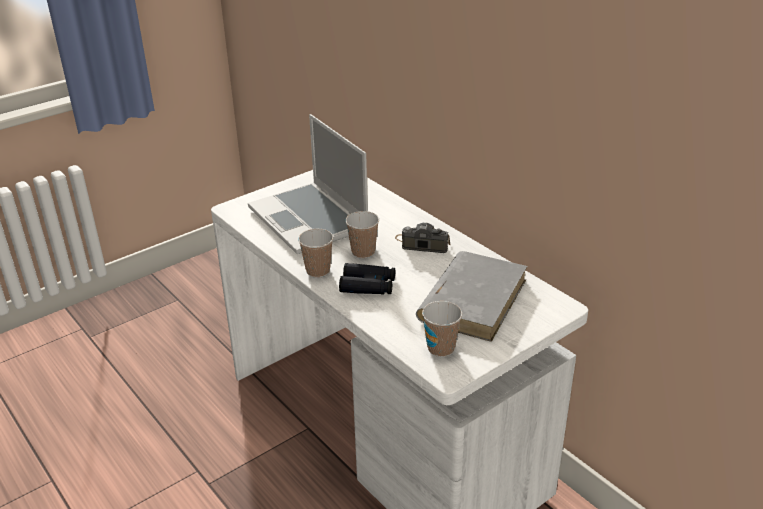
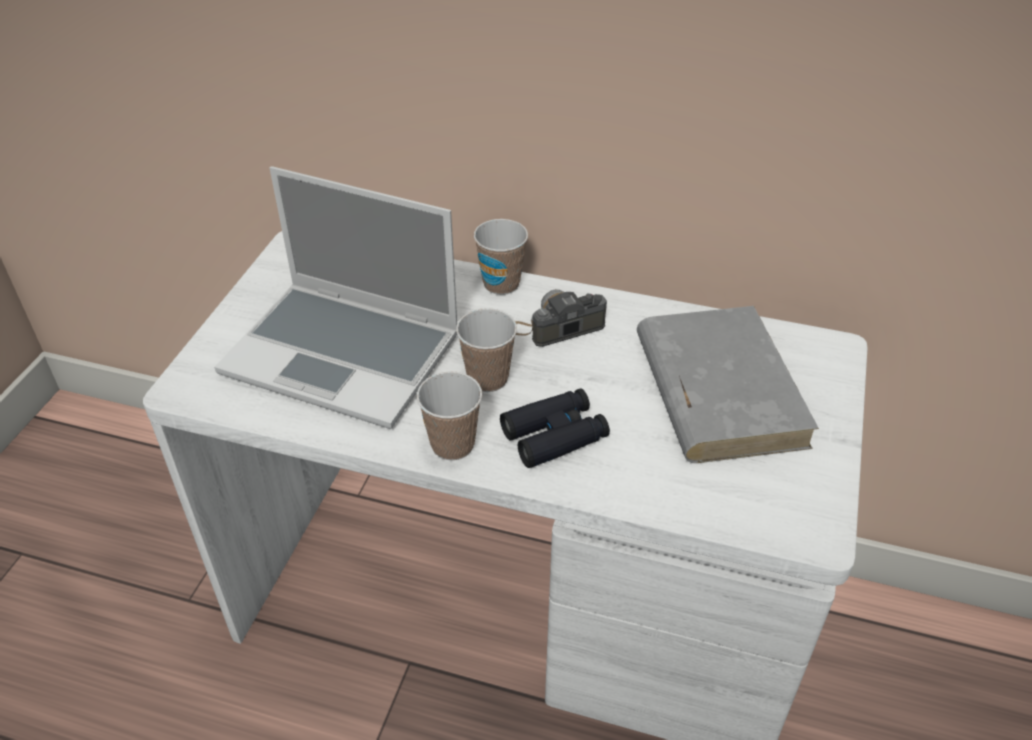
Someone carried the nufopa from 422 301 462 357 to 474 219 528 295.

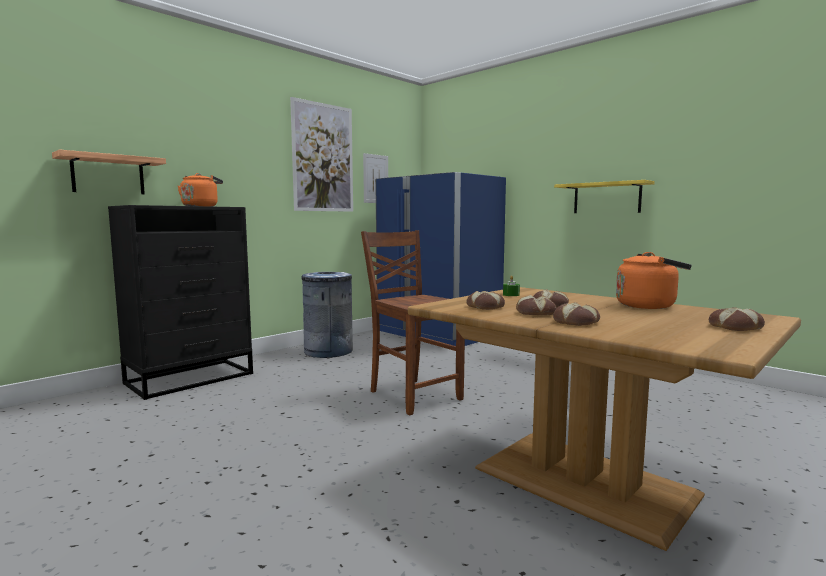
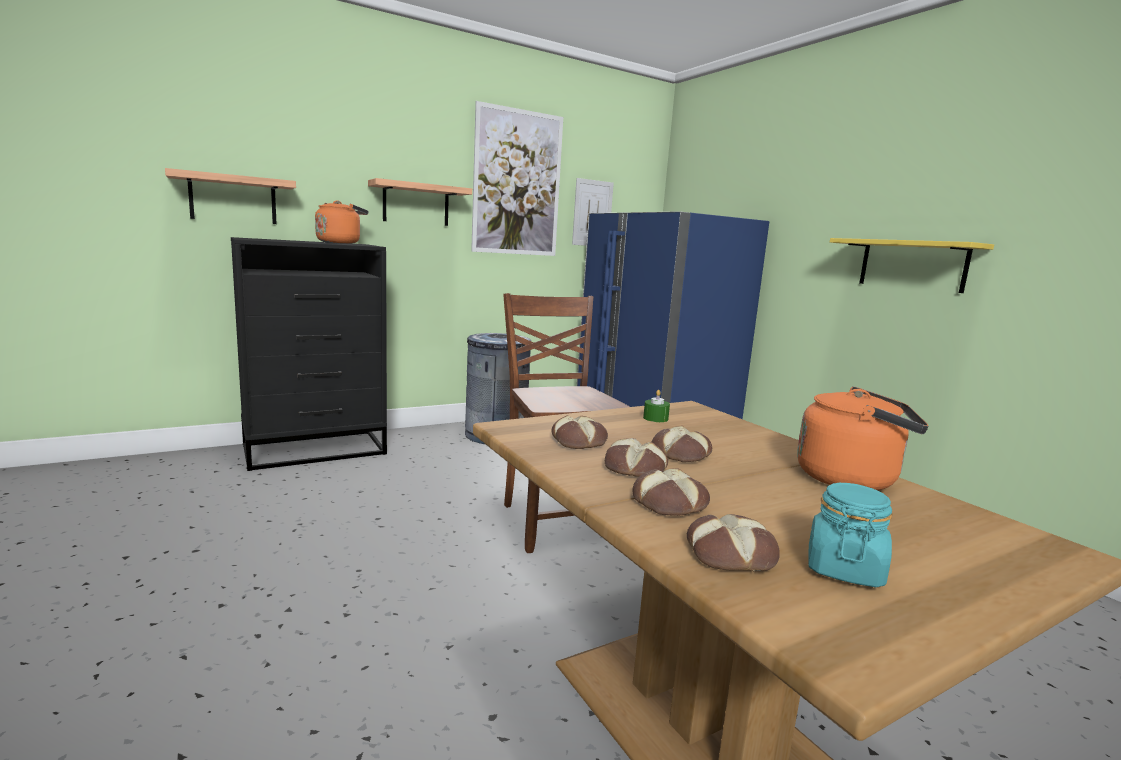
Someone carried the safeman from 709 307 765 331 to 687 514 780 571.
Someone put up the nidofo at 368 178 472 226.
Someone put down the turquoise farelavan at 808 483 893 587.

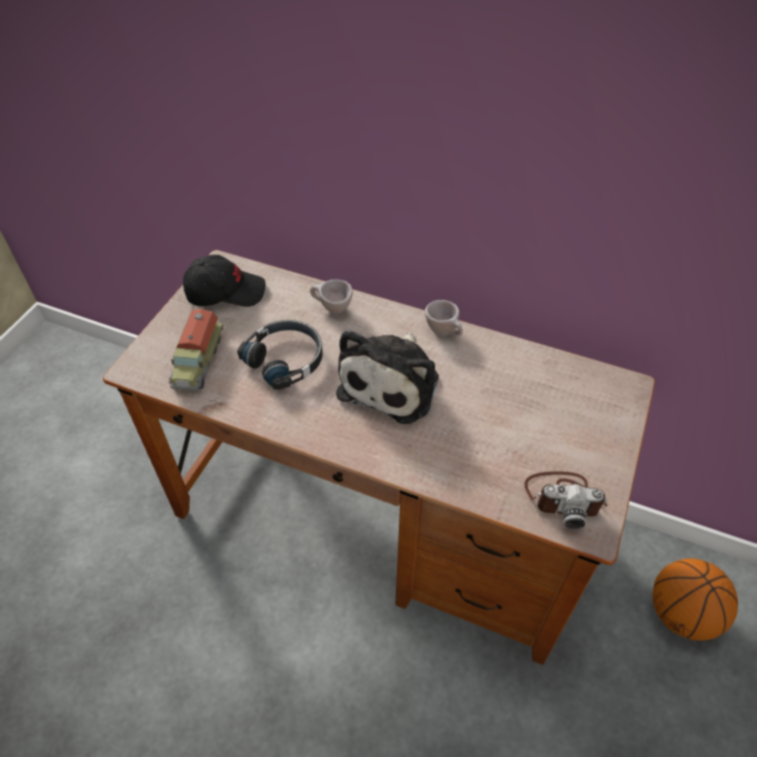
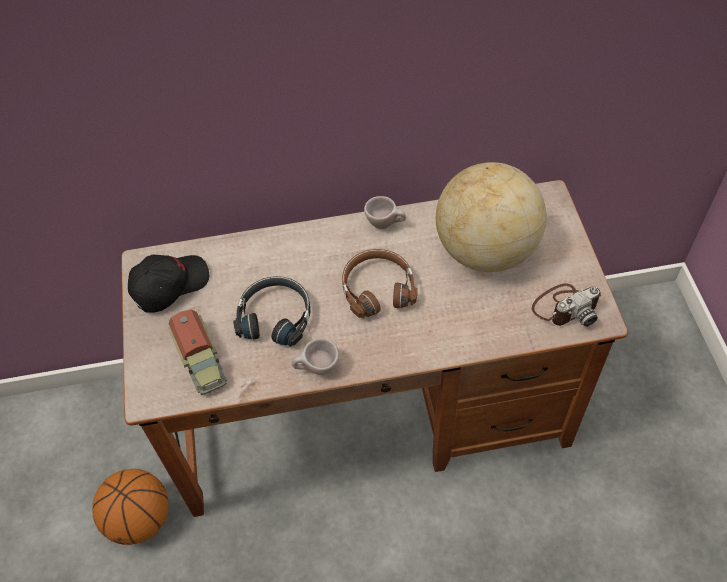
Someone carried the beige nufopa from 310 279 353 314 to 291 338 339 375.
Someone swapped the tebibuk at 336 330 439 424 for the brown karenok at 342 249 418 318.
Someone carried the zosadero from 653 558 738 641 to 92 469 169 545.
Someone put down the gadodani at 436 162 546 272.

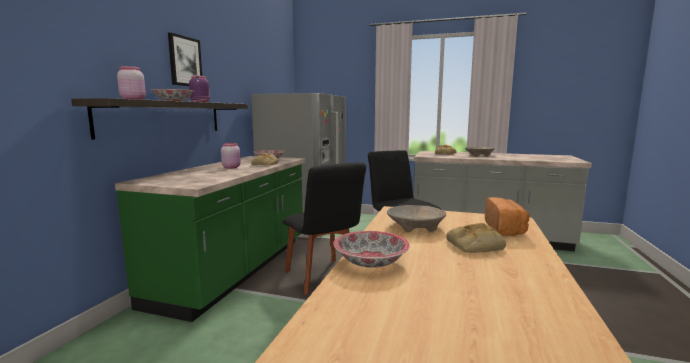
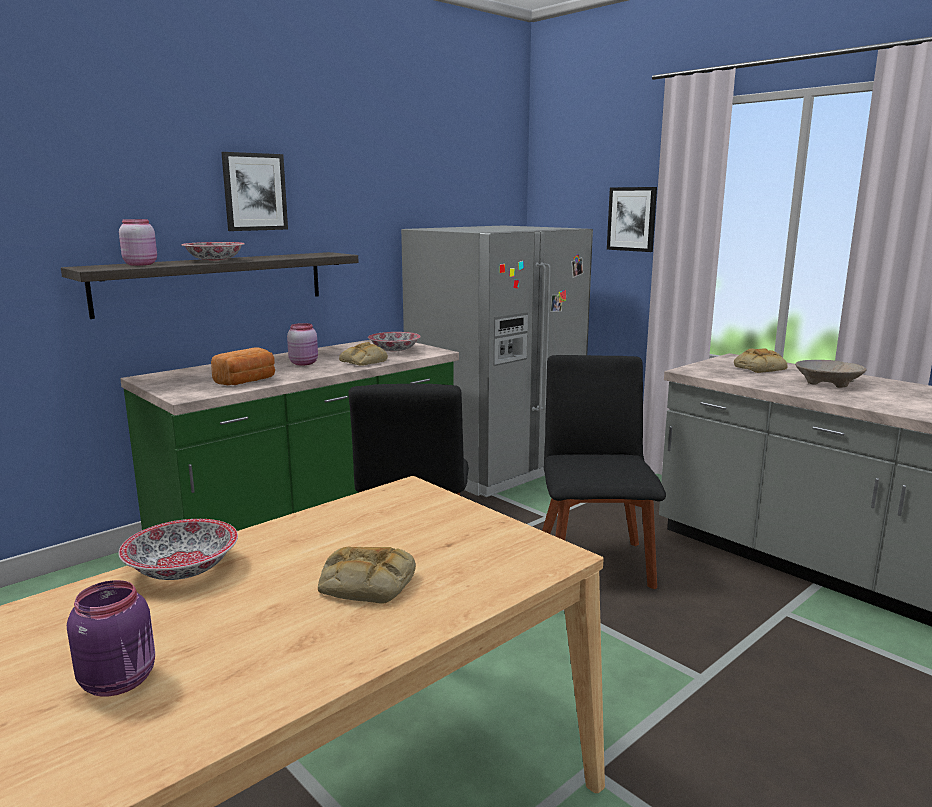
Someone carried the purple farelavan from 189 76 210 102 to 67 580 155 697.
Someone carried the safeman from 485 197 530 236 to 211 347 275 385.
Someone took away the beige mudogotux at 387 205 446 232.
Someone put up the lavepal at 607 187 657 252.

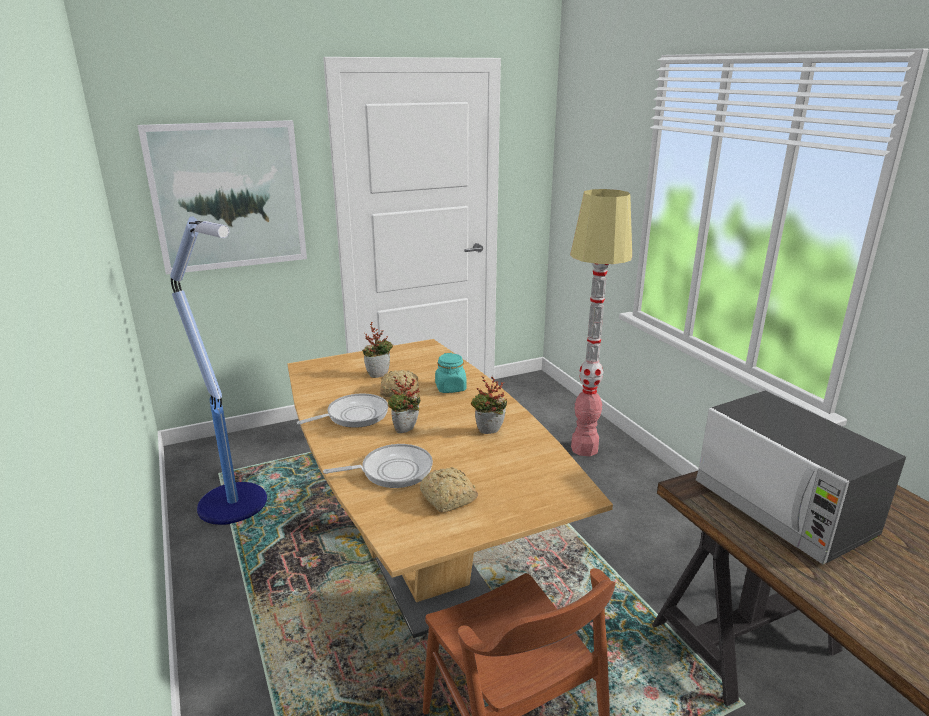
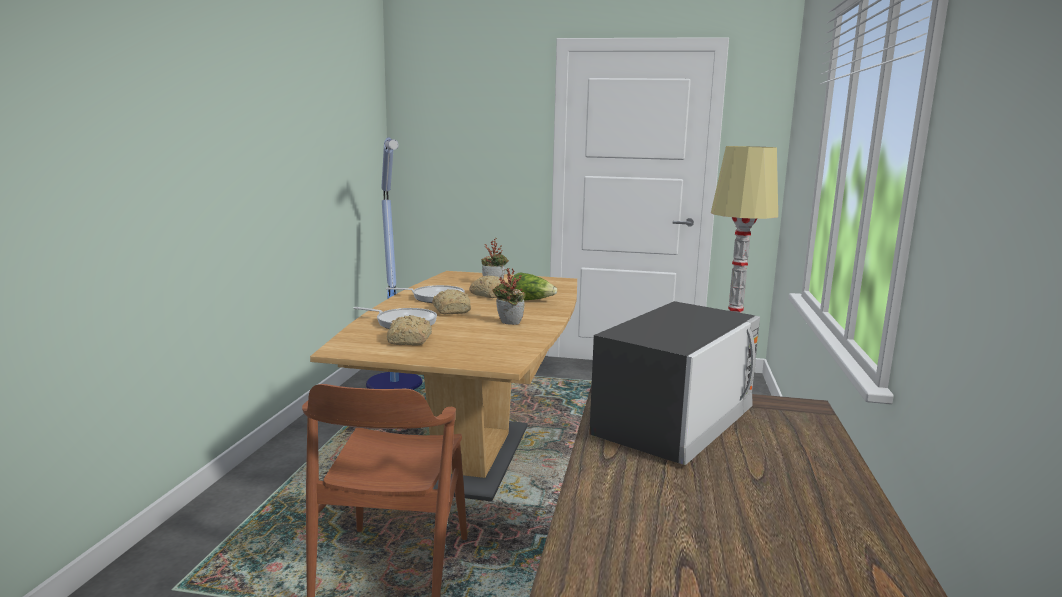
Someone took away the lavepal at 137 120 307 275.
Someone swapped the turquoise farelavan at 435 353 467 393 for the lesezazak at 511 272 557 300.
Someone swapped the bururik at 388 375 420 433 for the safeman at 432 289 471 314.
Someone rotated the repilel at 696 391 906 564 by 150 degrees counterclockwise.

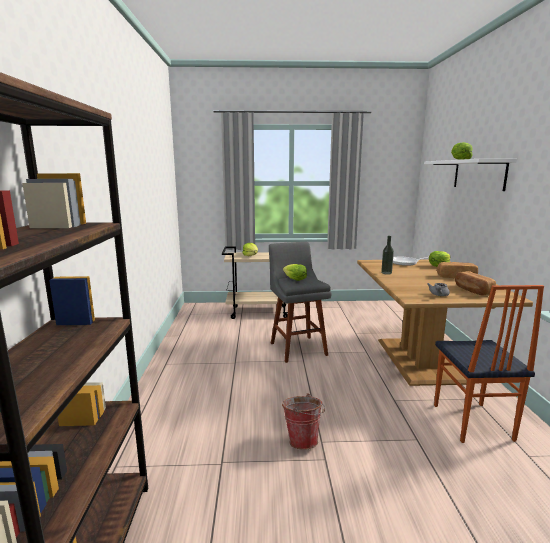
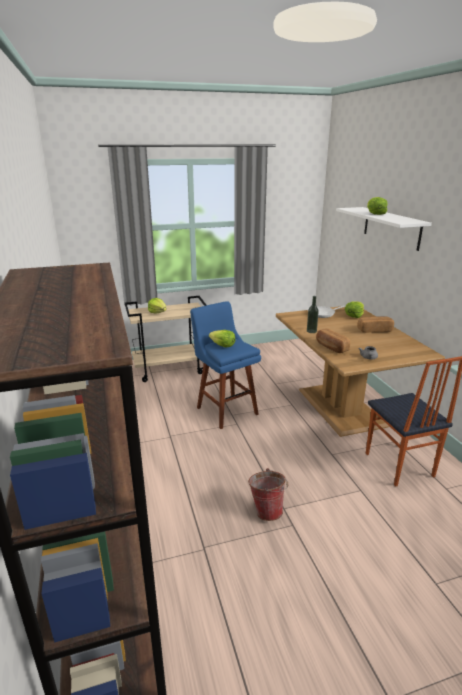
Someone repainted the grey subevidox at 269 242 332 363, which became the blue subevidox at 190 301 261 429.
Someone carried the safeman from 455 271 496 296 to 316 328 350 353.

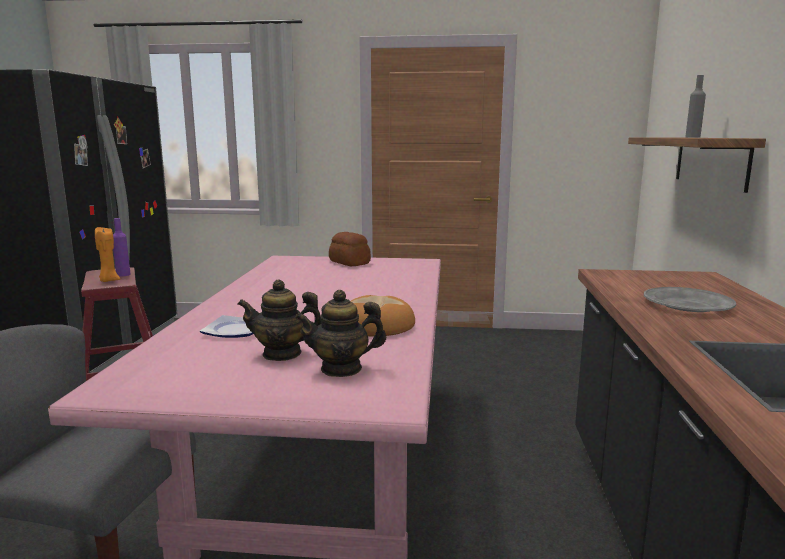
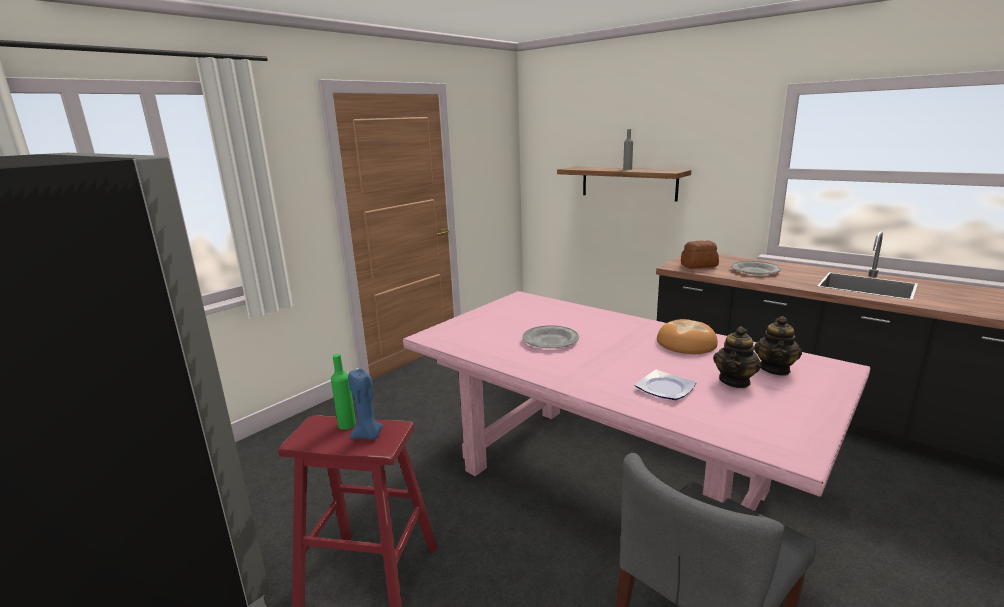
Someone repainted the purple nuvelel at 113 218 131 277, which became the green nuvelel at 331 354 356 430.
Someone repainted the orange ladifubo at 95 227 120 282, which became the blue ladifubo at 348 369 383 440.
Someone carried the safeman from 329 232 371 266 to 681 240 719 268.
Someone put down the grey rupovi at 522 325 579 348.

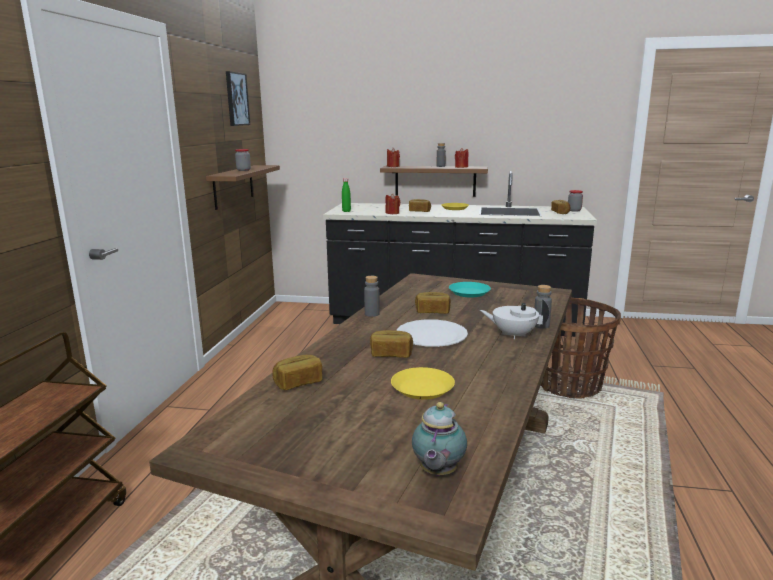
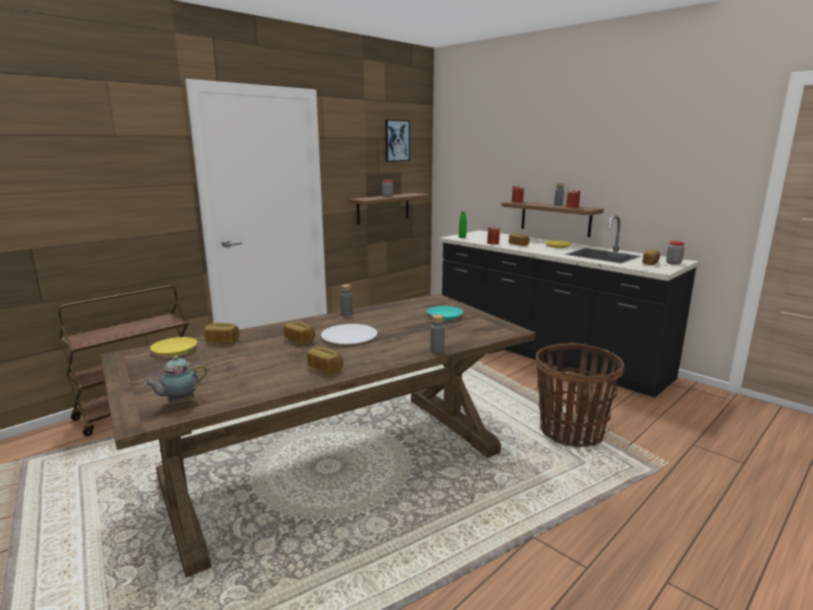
Someone carried the safeman from 415 292 451 314 to 307 347 343 374.
Someone took away the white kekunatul at 480 299 549 339.
Someone carried the yellow rupovi from 391 367 455 400 to 150 337 197 356.

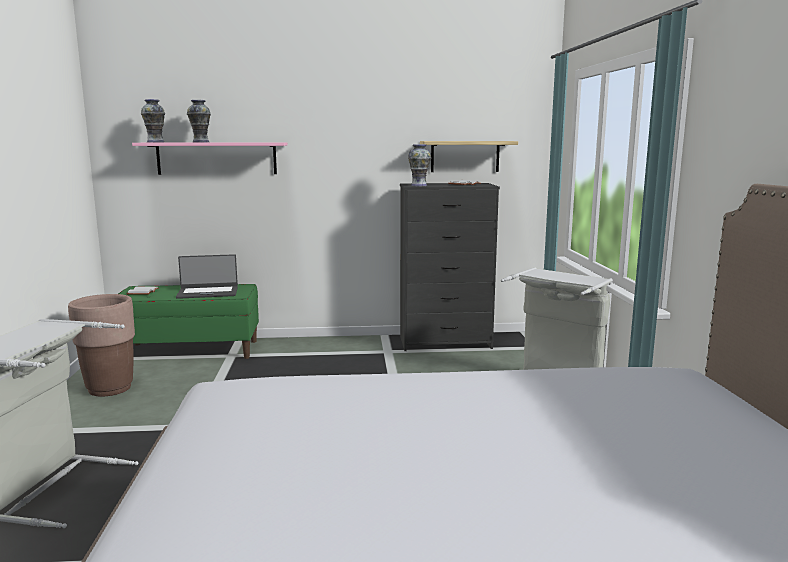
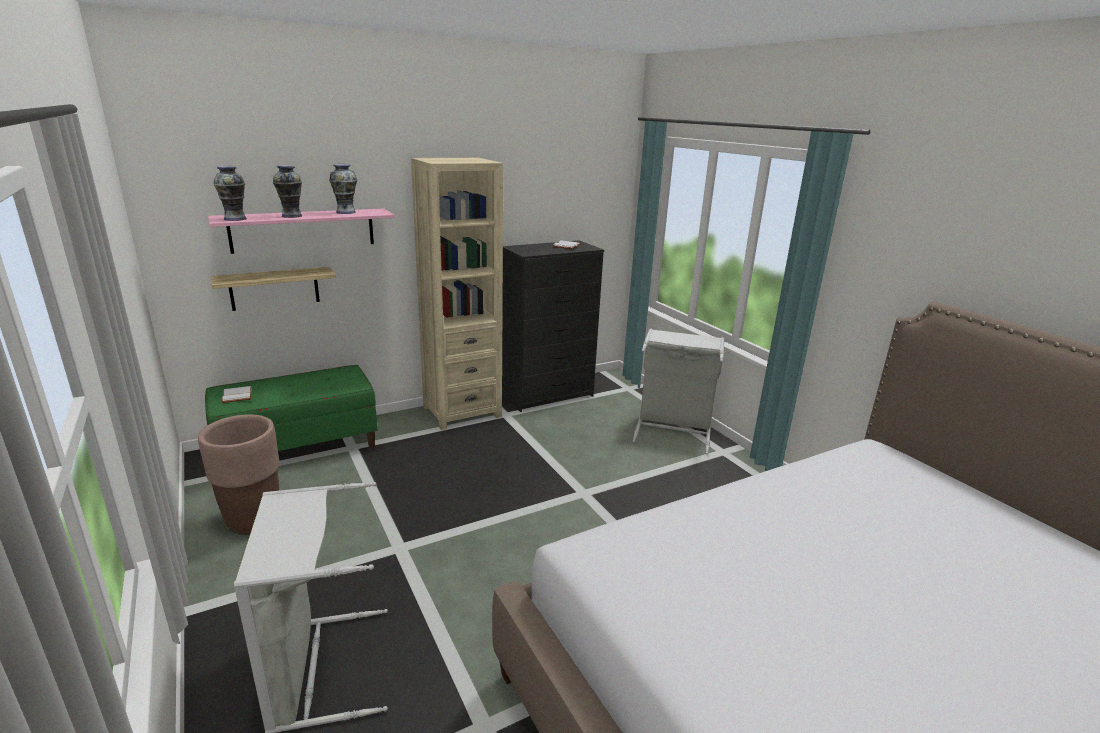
Someone carried the nidofo from 420 141 518 172 to 210 266 336 311.
Someone carried the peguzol from 408 144 431 186 to 329 164 357 214.
Someone took away the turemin at 176 254 238 299.
Someone put down the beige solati at 411 158 503 430.

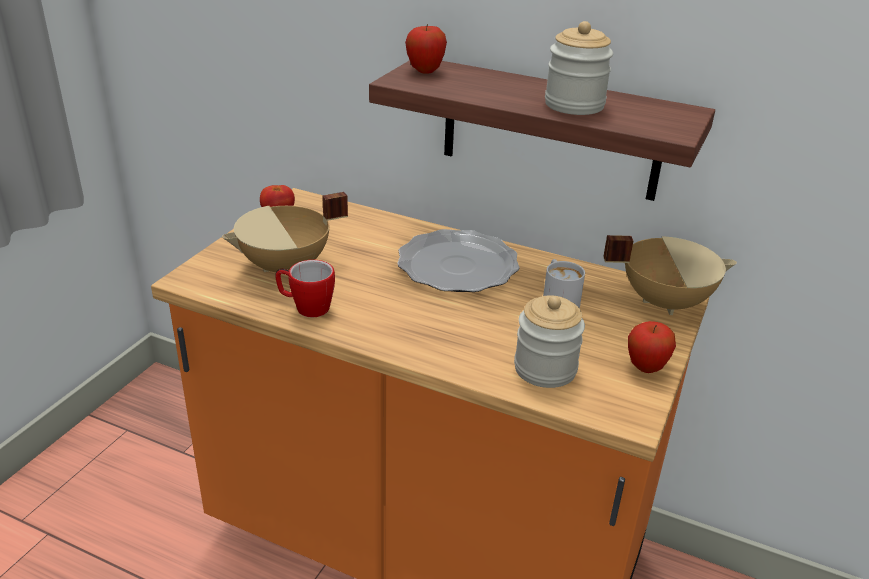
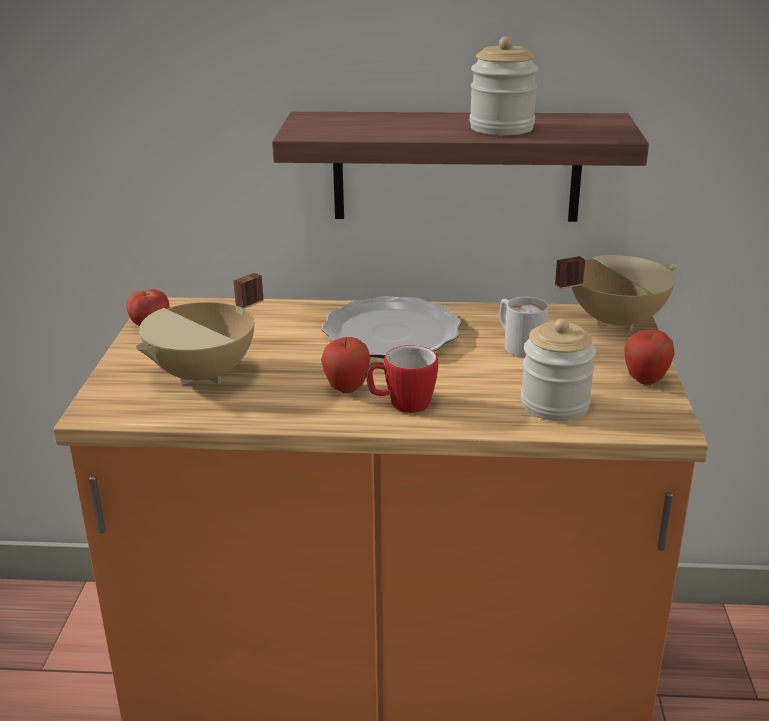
Someone carried the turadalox from 405 24 447 74 to 321 337 370 393.
Someone carried the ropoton from 275 260 335 317 to 366 345 438 413.

